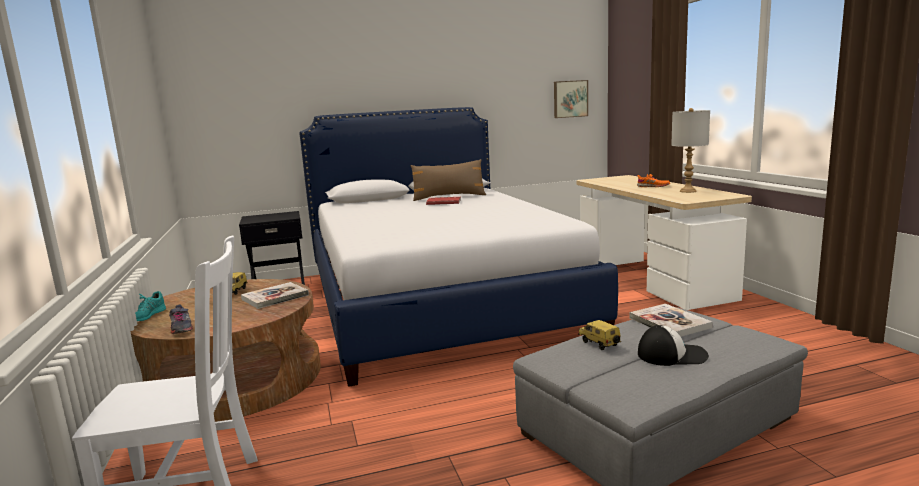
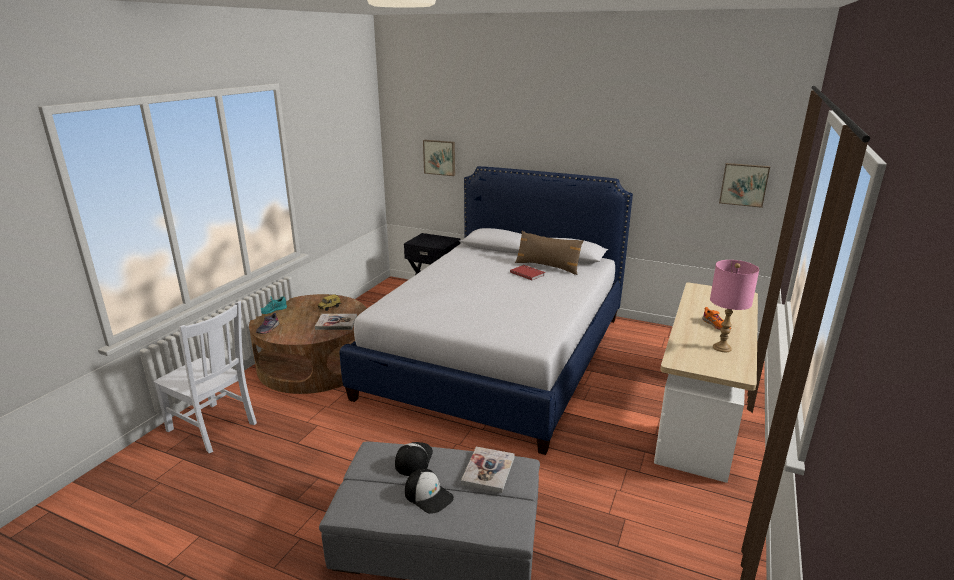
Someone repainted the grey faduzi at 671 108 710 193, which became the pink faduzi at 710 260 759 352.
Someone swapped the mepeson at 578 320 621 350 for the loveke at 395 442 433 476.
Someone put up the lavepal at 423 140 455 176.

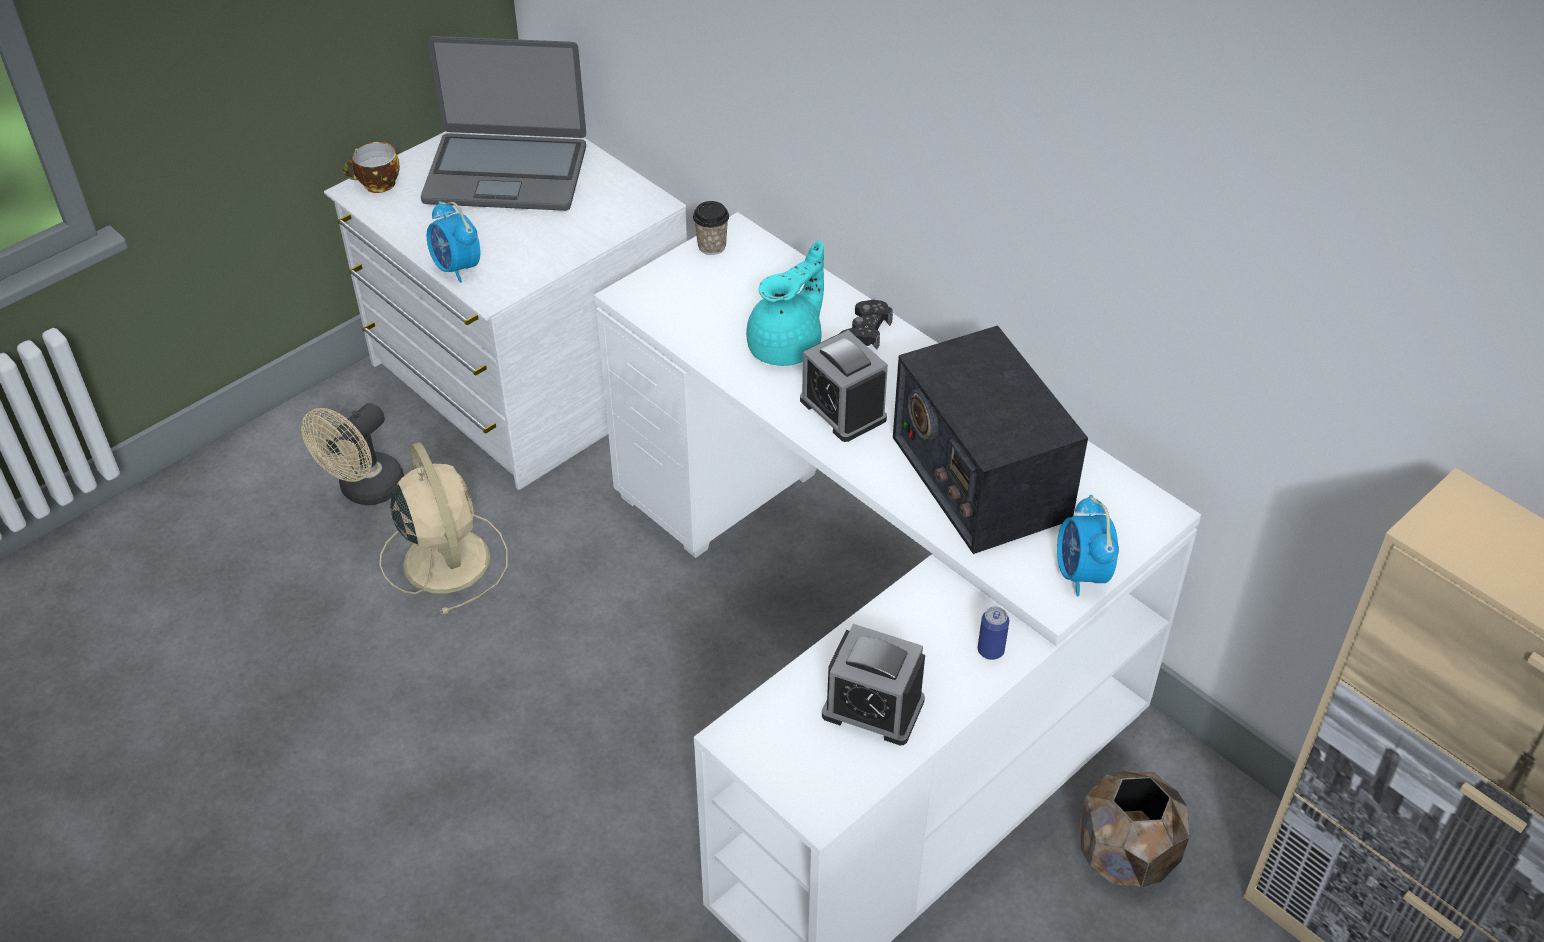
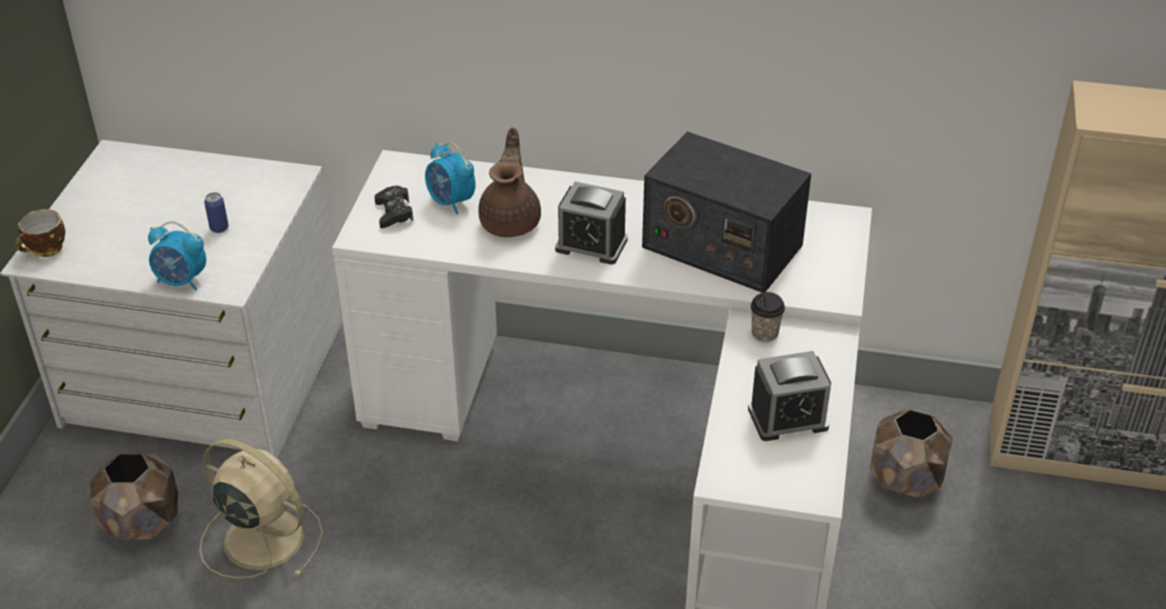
Someone took away the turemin at 421 36 586 211.
Someone carried the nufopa from 693 201 729 255 to 750 292 785 342.
Someone repainted the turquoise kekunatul at 746 240 824 366, which became the brown kekunatul at 478 127 541 237.
Someone carried the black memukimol from 839 299 893 350 to 374 186 414 228.
Someone swapped the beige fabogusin at 301 403 404 506 for the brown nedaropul at 90 453 178 540.
Someone carried the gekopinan from 1057 495 1119 596 to 425 142 475 214.
Someone carried the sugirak from 978 607 1009 660 to 204 192 229 233.

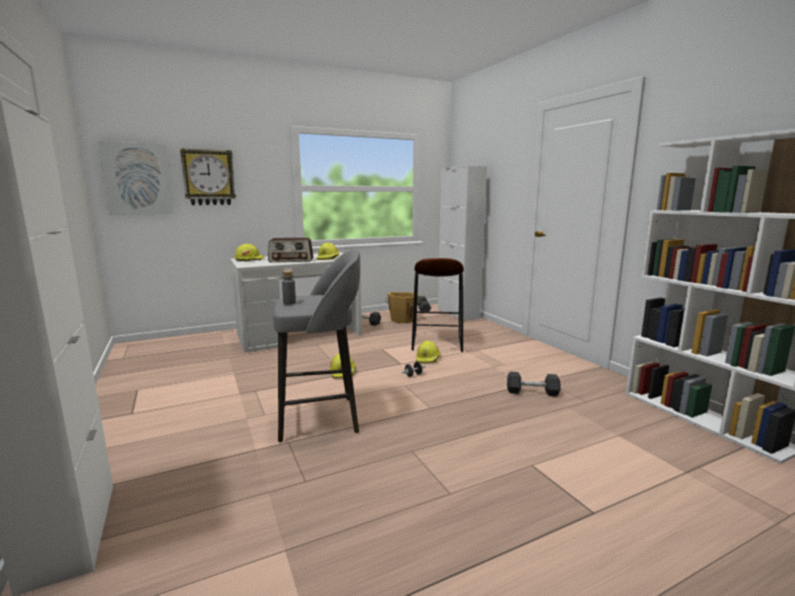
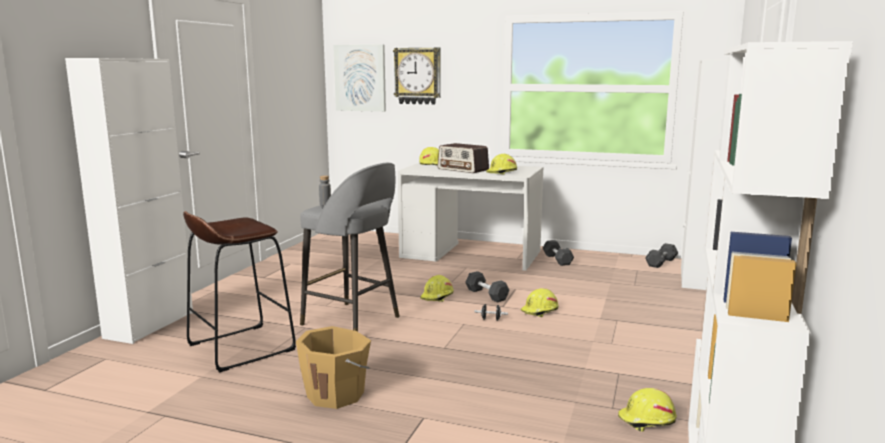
Someone carried the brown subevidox from 412 258 464 352 to 183 211 296 372.
Someone carried the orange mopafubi from 385 292 422 323 to 296 326 371 409.
Someone carried the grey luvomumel from 507 372 561 396 to 465 271 510 302.
Someone put down the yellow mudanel at 618 388 677 431.

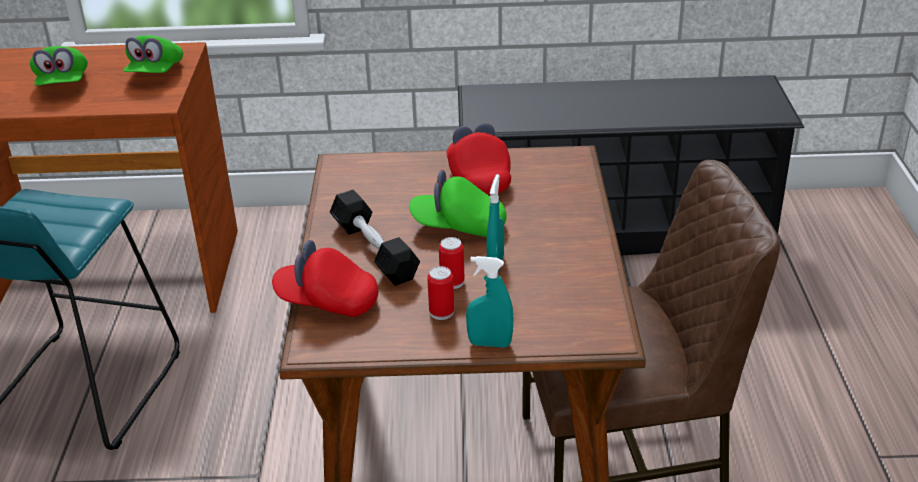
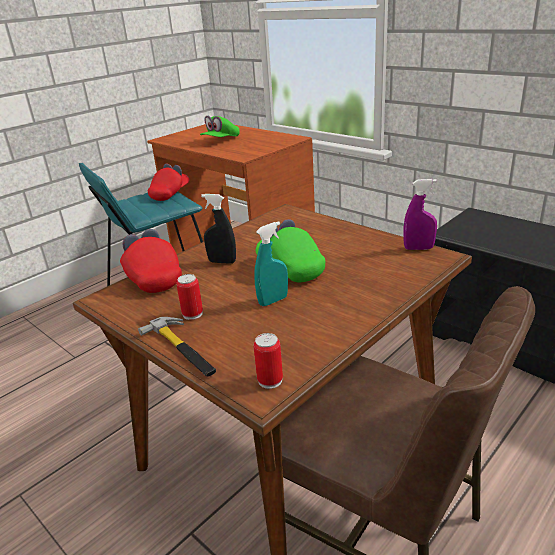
Someone took away the green loveke at 123 35 183 73.
Someone carried the red loveke from 447 123 511 196 to 148 164 189 201.
Someone swapped the black luvomumel at 330 190 420 286 for the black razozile at 201 194 236 264.
Someone carried the sugirak from 439 237 465 289 to 254 333 283 389.
Someone swapped the turquoise razozile at 466 256 513 348 for the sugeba at 138 317 216 377.
Someone put down the purple razozile at 403 179 437 250.

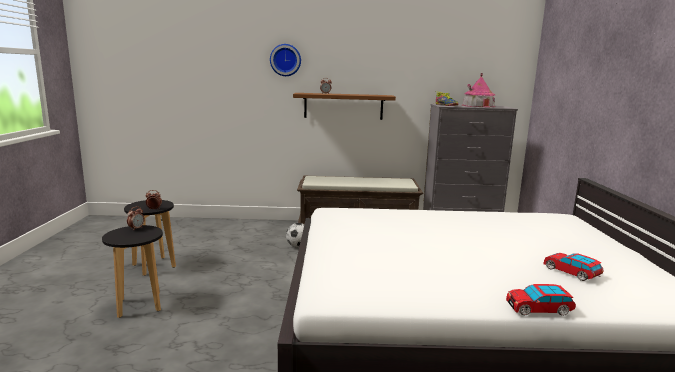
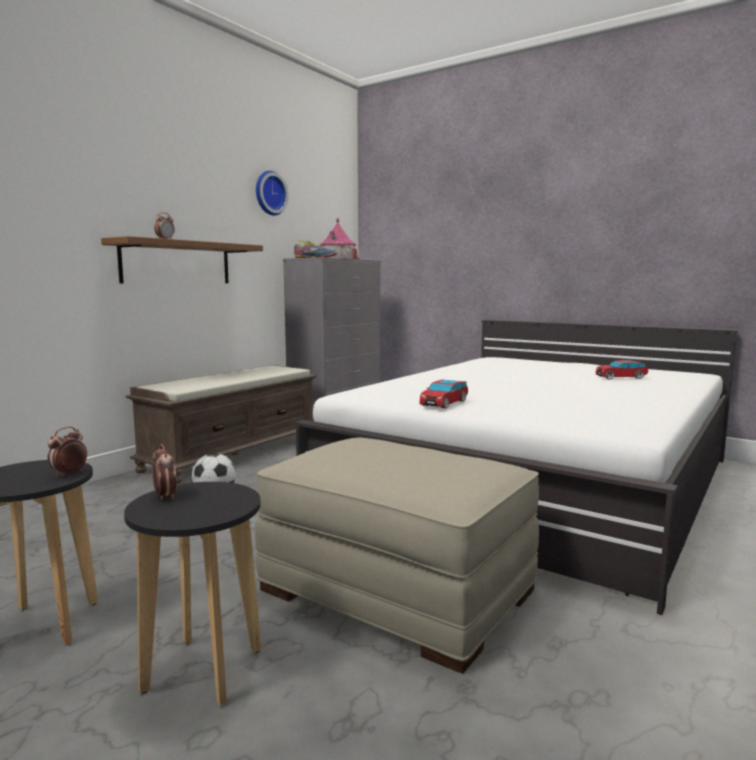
Someone carried the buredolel from 270 44 301 76 to 256 171 289 216.
Someone carried the mepeson from 506 284 576 316 to 420 380 468 409.
Someone put down the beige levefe at 255 438 539 674.

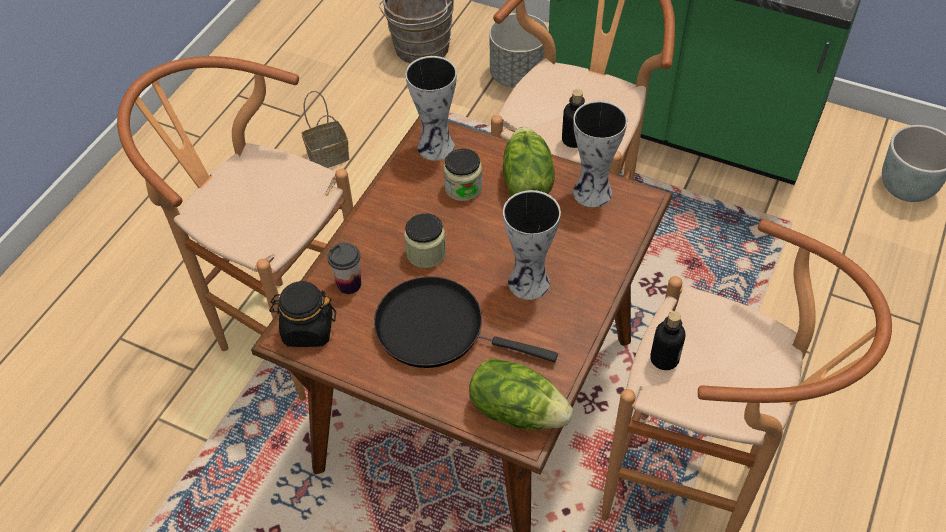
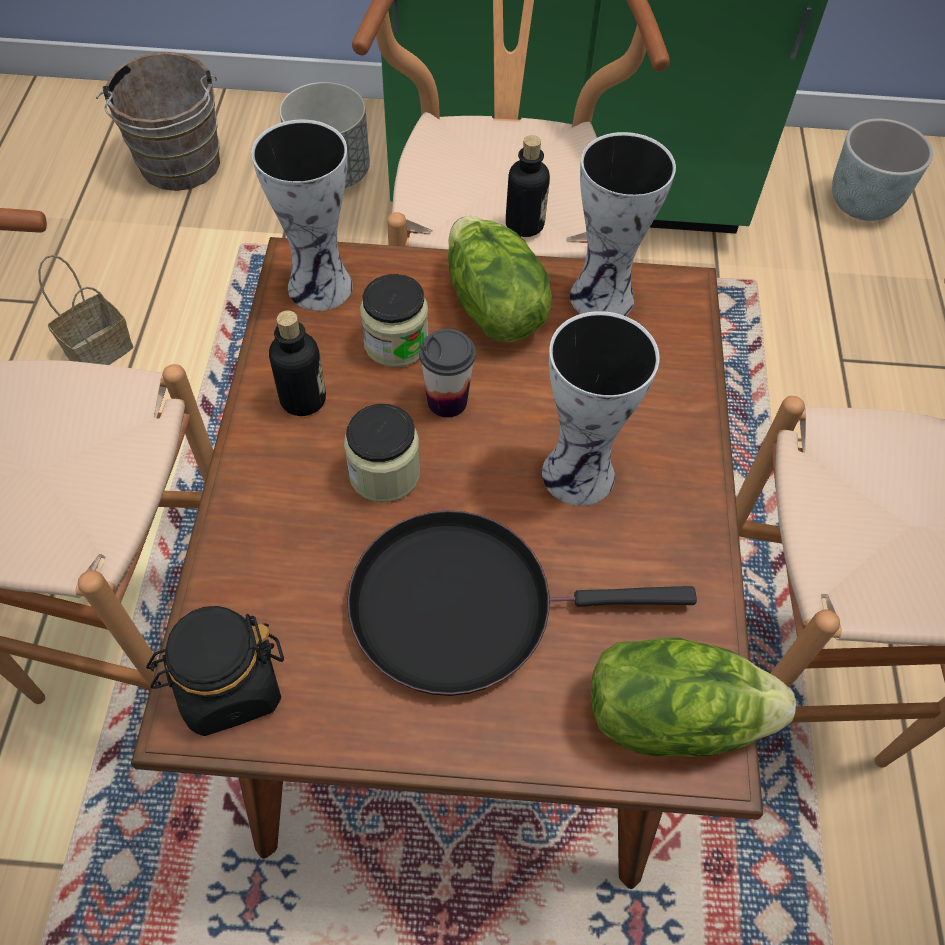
Someone carried the nufopa from 327 242 361 294 to 419 329 476 418.
Someone carried the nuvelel from 650 311 686 370 to 269 310 326 416.

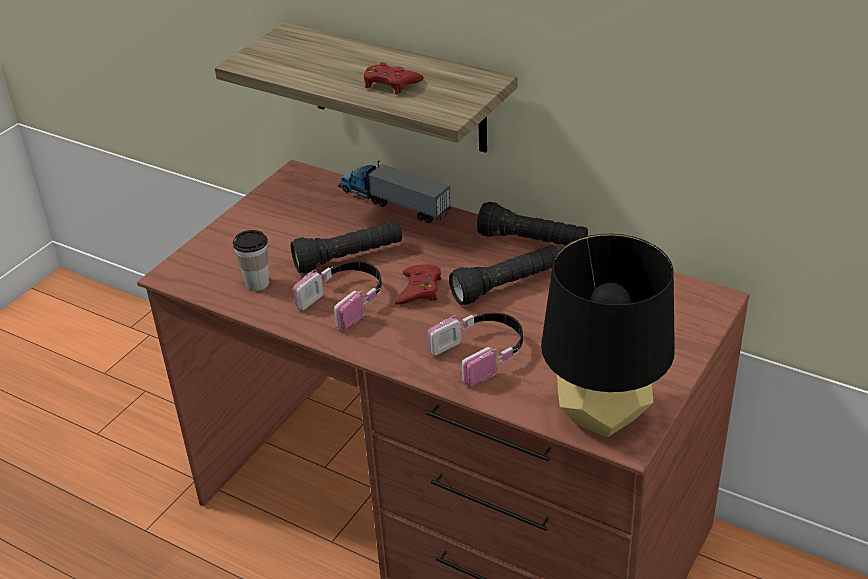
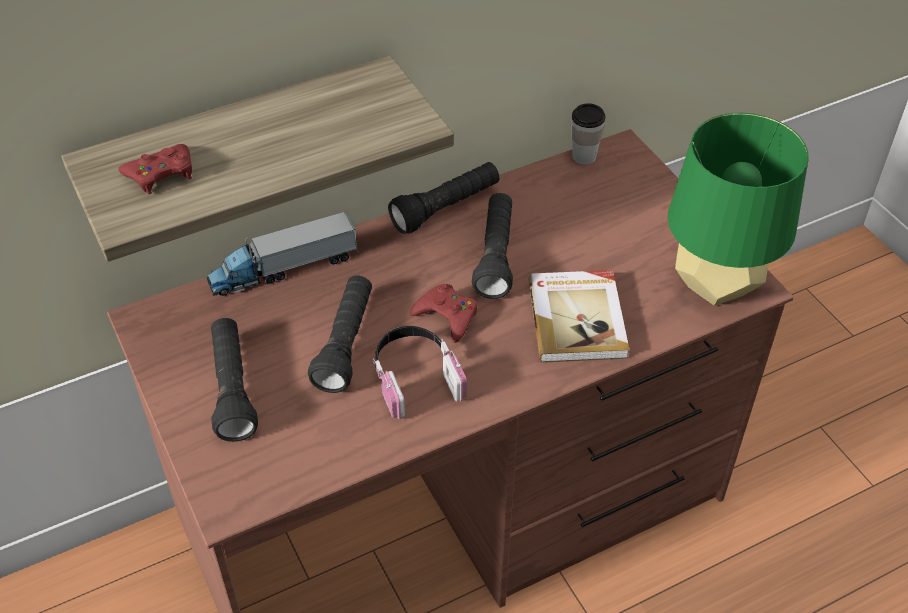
Someone carried the red memukimol from 364 62 424 94 to 118 144 192 194.
Someone carried the nufopa from 233 230 269 291 to 571 103 606 165.
Someone repainted the black faduzi at 541 234 675 437, which became the green faduzi at 668 113 809 306.
Someone swapped the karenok at 427 313 523 386 for the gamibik at 528 270 630 363.
Someone put down the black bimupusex at 211 318 258 442.

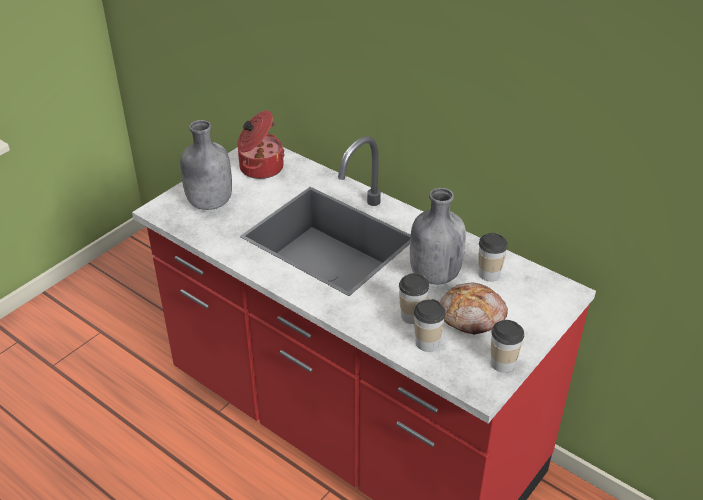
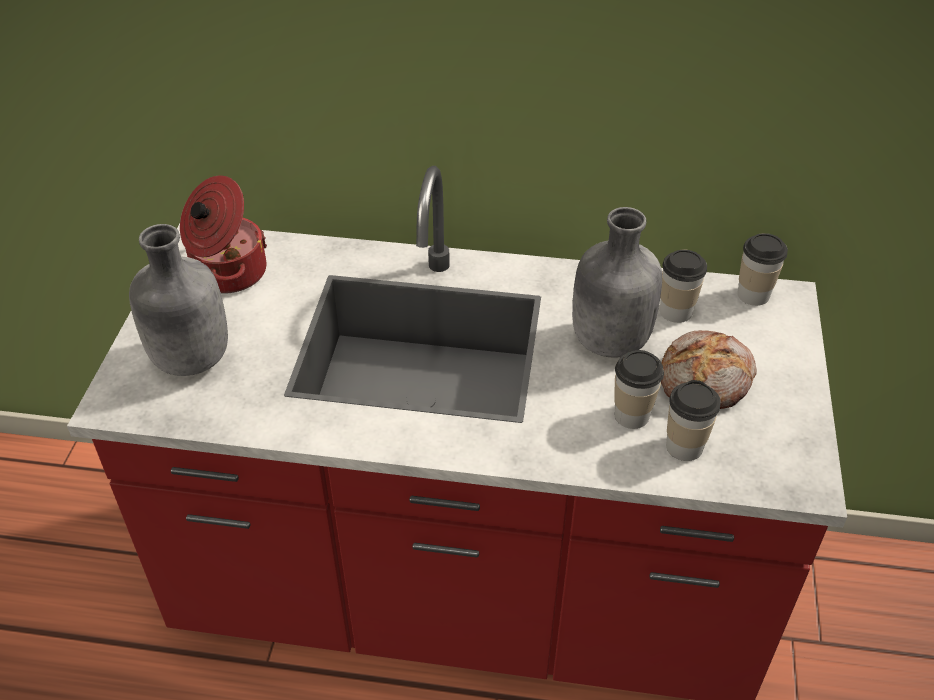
Someone carried the nufopa from 491 320 524 373 to 737 233 788 306.

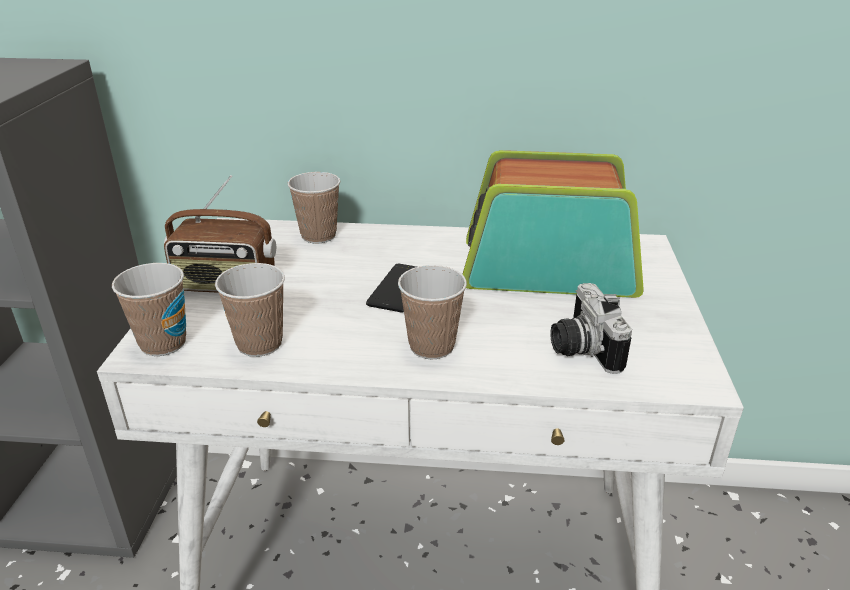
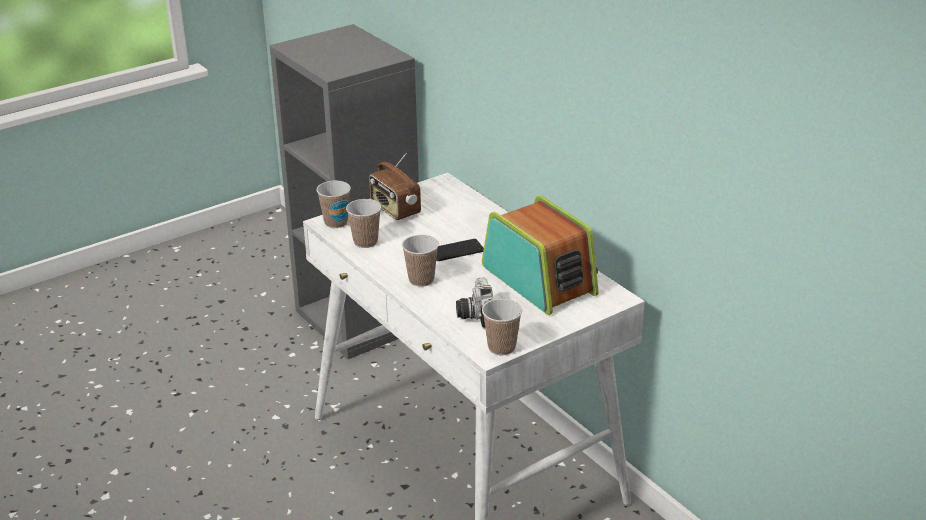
Someone carried the nufopa from 288 172 340 244 to 482 299 522 355.
Someone rotated the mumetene at 550 283 632 374 by 45 degrees counterclockwise.

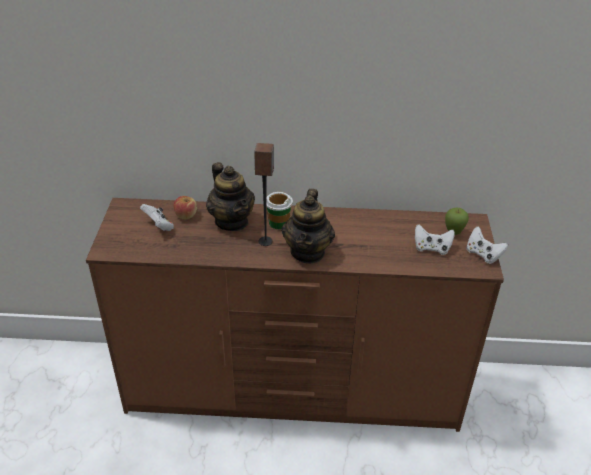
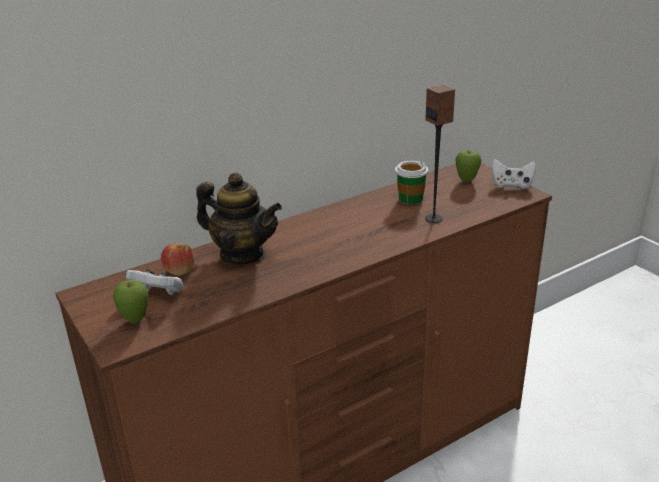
Someone carried the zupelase from 254 143 274 246 to 425 85 455 223.
Someone took away the kekunatul at 282 189 335 264.
Someone carried the nufopa from 266 192 293 229 to 395 161 428 205.
Someone took away the white memukimol at 415 224 455 255.
Someone put down the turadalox at 113 280 148 324.

